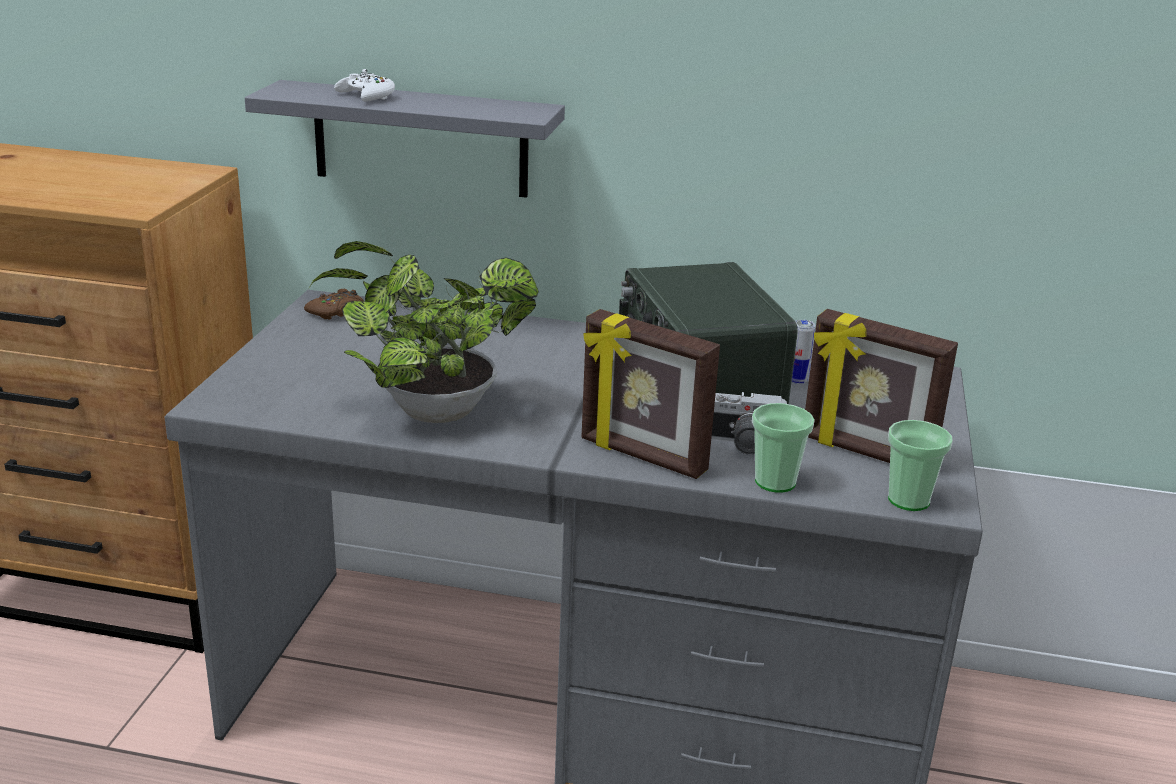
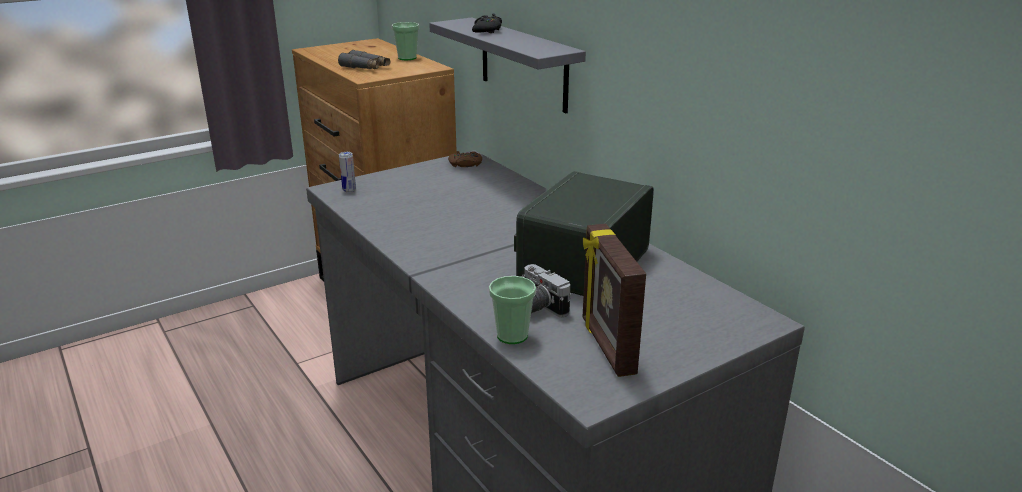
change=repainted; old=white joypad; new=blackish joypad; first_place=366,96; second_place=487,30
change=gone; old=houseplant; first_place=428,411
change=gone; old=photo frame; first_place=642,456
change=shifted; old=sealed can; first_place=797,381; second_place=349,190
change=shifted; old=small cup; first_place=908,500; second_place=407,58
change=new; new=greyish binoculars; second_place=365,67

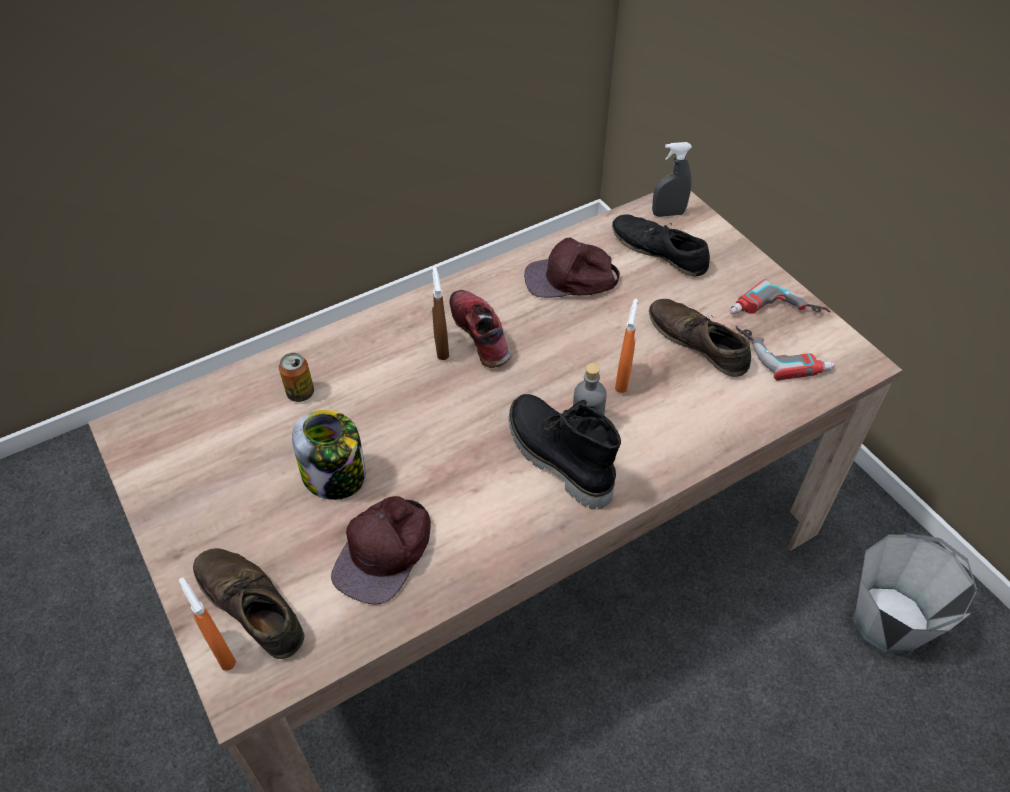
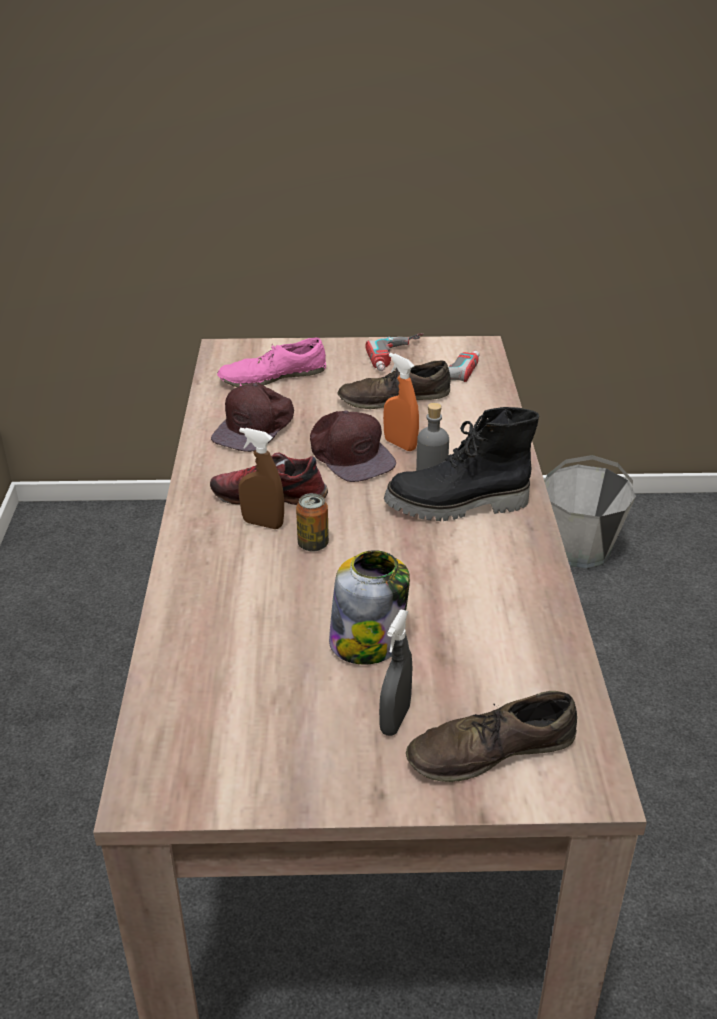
change=shifted; old=greyish spray bottle; first_place=668,213; second_place=395,720
change=repainted; old=blackish shoe; new=pink-coloured shoe; first_place=659,251; second_place=272,376
change=shifted; old=sealed can; first_place=300,393; second_place=313,544
change=shifted; old=brown baseball cap; first_place=385,552; second_place=350,455
change=gone; old=orangey spray bottle; first_place=221,652

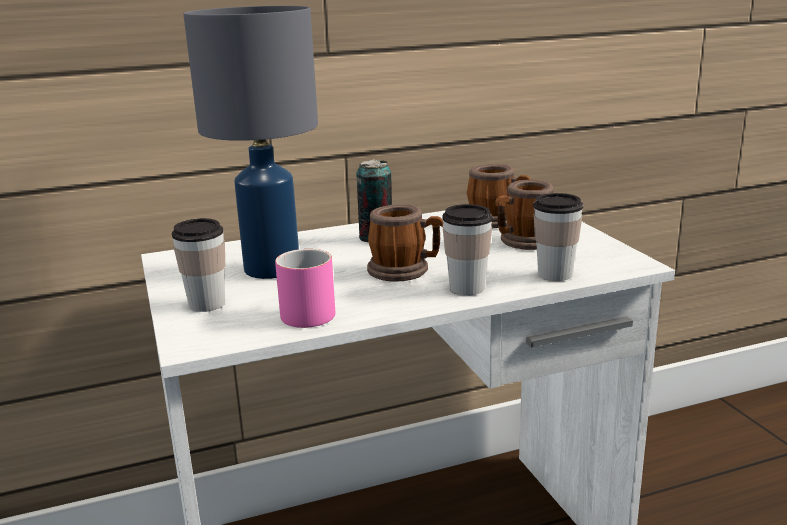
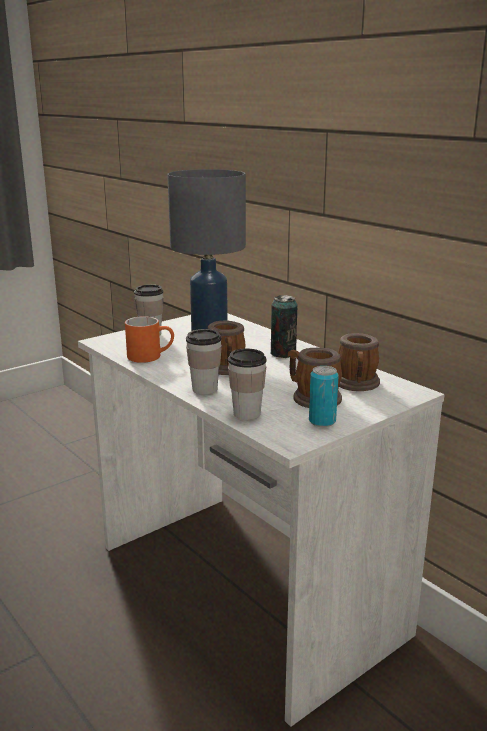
change=repainted; old=pink-coloured mug; new=orangey mug; first_place=311,311; second_place=151,356
change=new; new=sealed can; second_place=322,421

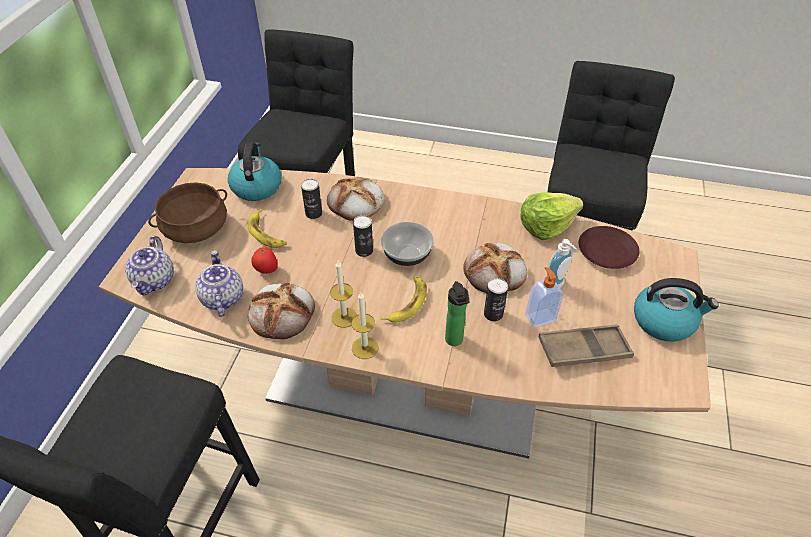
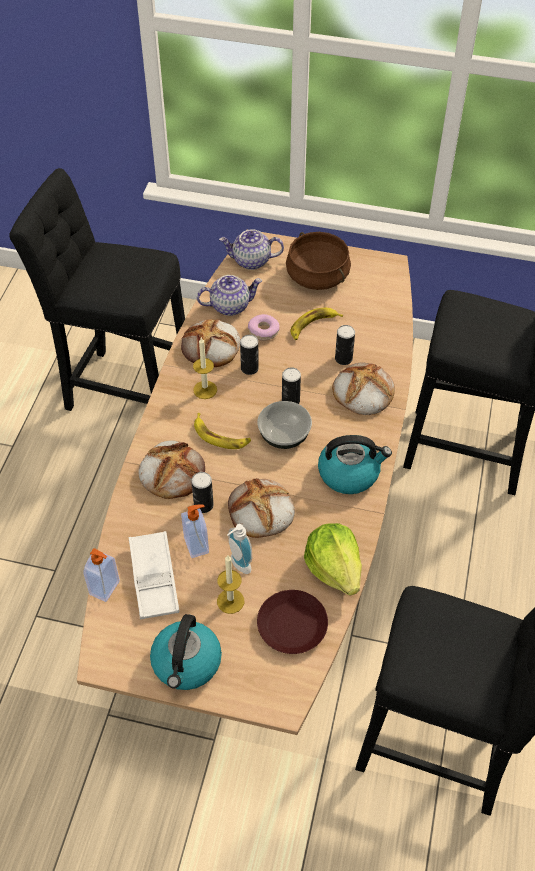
change=shifted; old=water kettle; first_place=256,186; second_place=349,473
change=swapped; old=whole tomato; new=donut; first_place=266,270; second_place=263,331
change=swapped; old=beverage bottle; new=bakery bread; first_place=454,341; second_place=171,472
change=shifted; old=candle; first_place=365,348; second_place=230,601
change=repainted; old=brown carrying tray; new=white carrying tray; first_place=584,350; second_place=154,578
change=new; new=sealed can; second_place=249,368
change=new; new=soap bottle; second_place=105,588

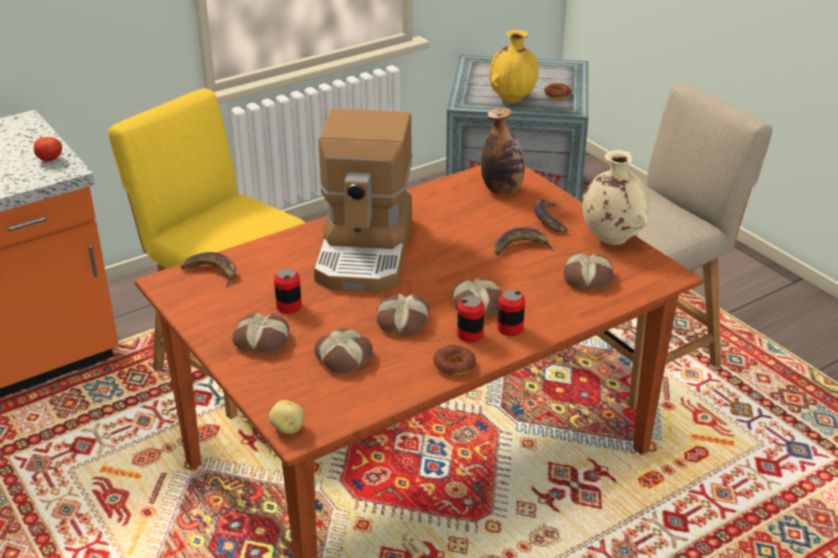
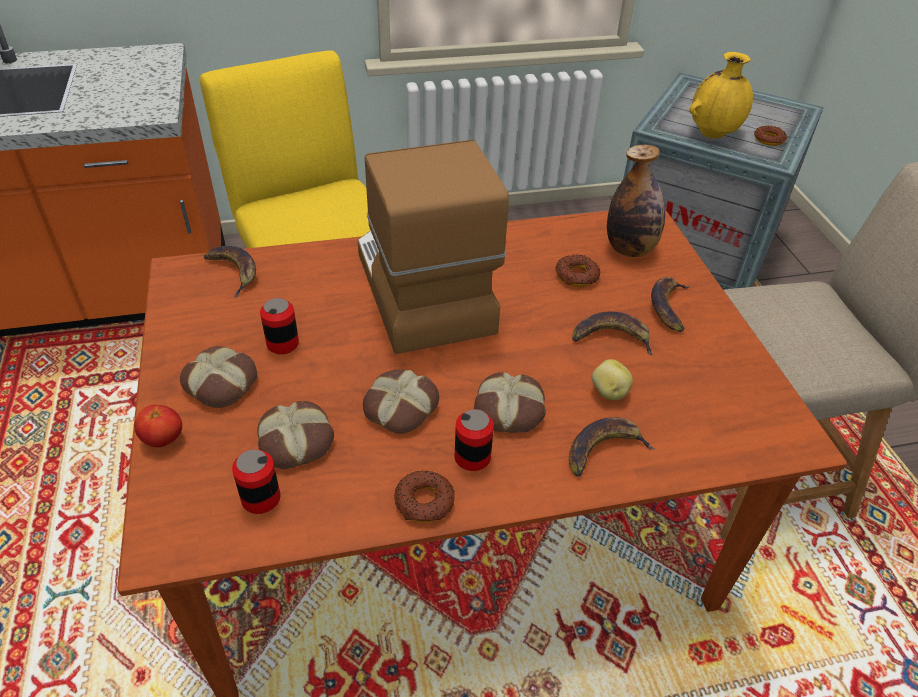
change=rotated; old=coffee brewer; first_place=367,250; second_place=420,290; degrees=135
change=shifted; old=whole tomato; first_place=50,159; second_place=163,439
change=gone; old=beige vase; first_place=611,238
change=gone; old=bakery bread; first_place=588,277
change=shifted; old=sealed can; first_place=510,328; second_place=261,498
change=shifted; old=spud; first_place=287,429; second_place=608,392
change=new; new=donut; second_place=577,275
change=new; new=banana; second_place=603,450

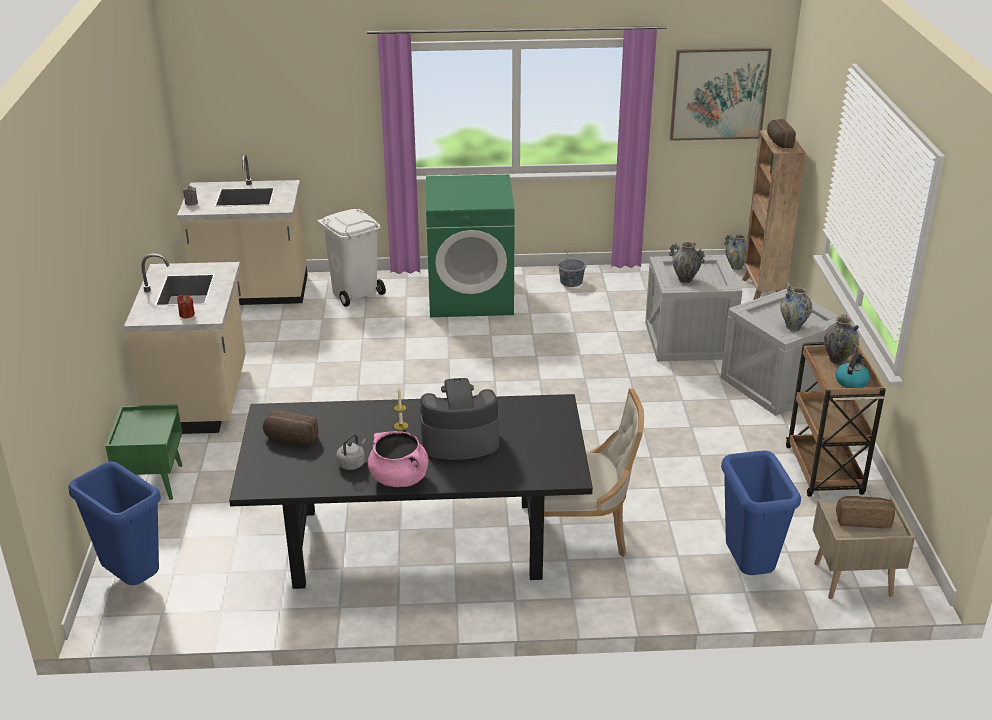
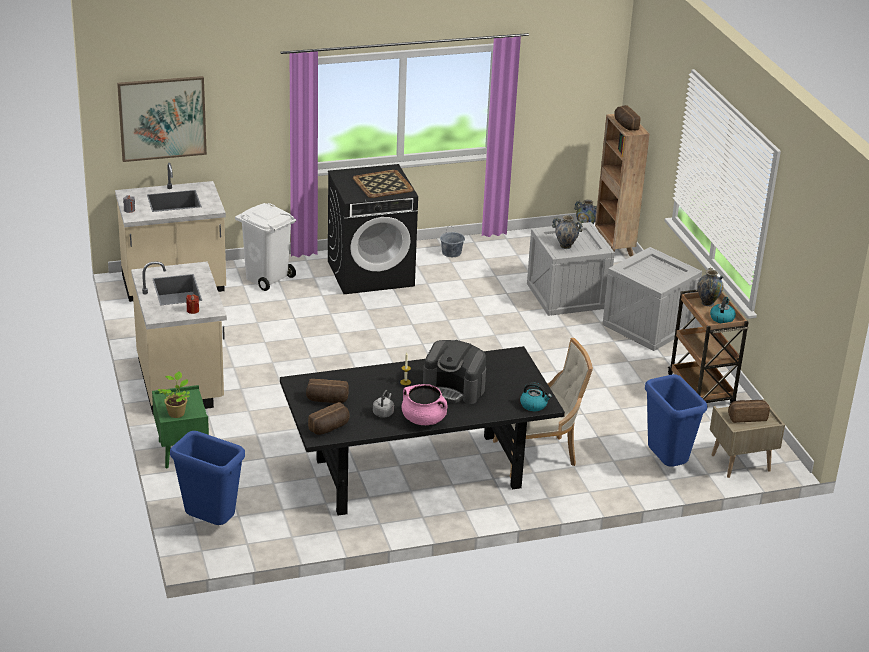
change=shifted; old=wall picture; first_place=719,94; second_place=162,118
change=repainted; old=green-coloured laundry machine; new=blackish laundry machine; first_place=471,297; second_place=371,273
change=gone; old=vase; first_place=793,327
change=rotated; old=coffee brewer; first_place=459,440; second_place=454,388; degrees=-135
change=new; new=carrying tray; second_place=382,184
change=new; new=houseplant; second_place=176,412
change=new; new=water kettle; second_place=534,405
change=new; new=bakery bread; second_place=330,428

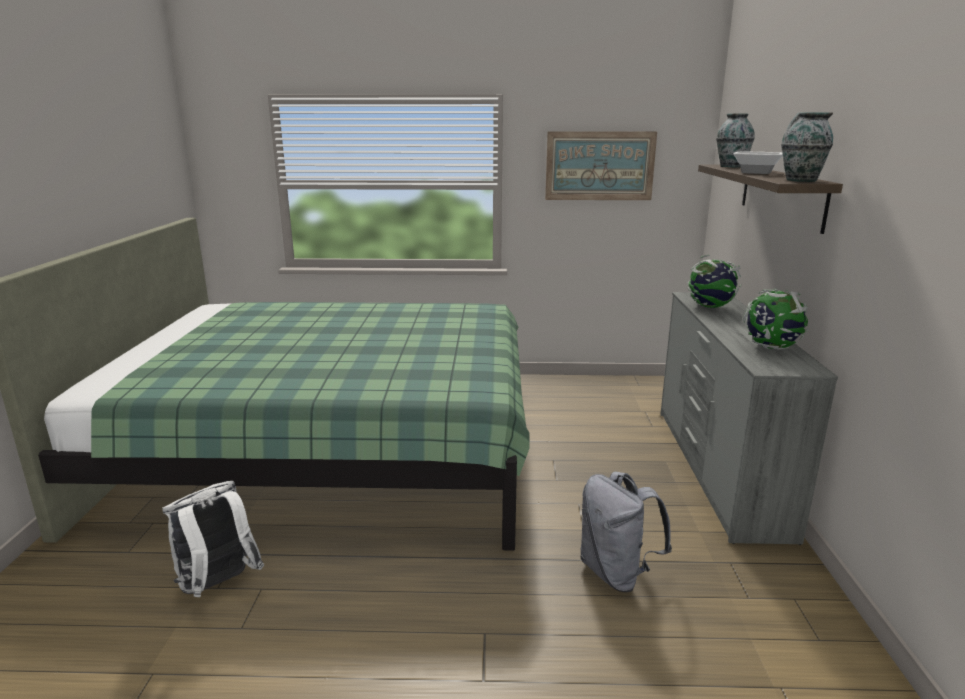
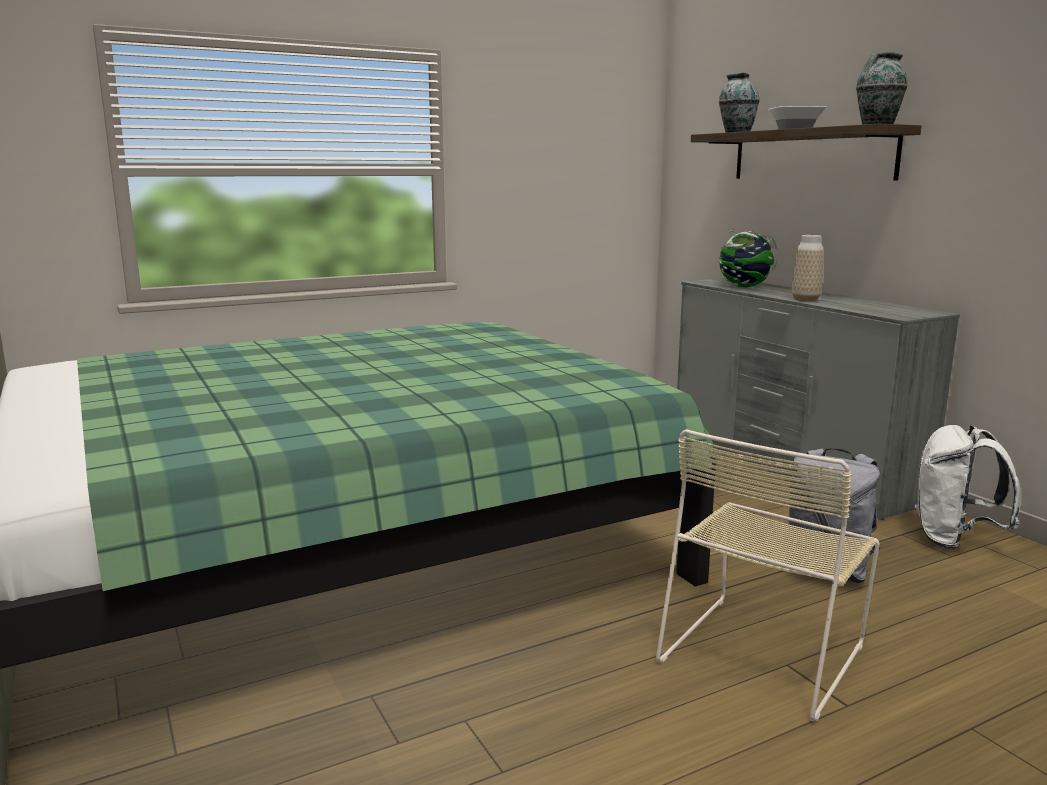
change=gone; old=wall picture; first_place=599,166
change=gone; old=world globe; first_place=771,347
change=shifted; old=white rucksack; first_place=218,586; second_place=954,540
change=new; new=vase; second_place=805,299
change=new; new=beige upright chair; second_place=764,650

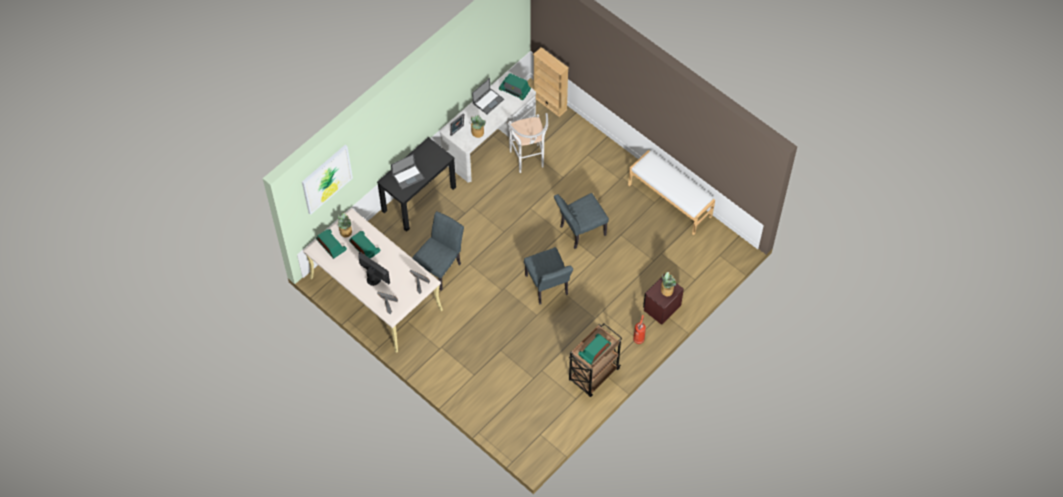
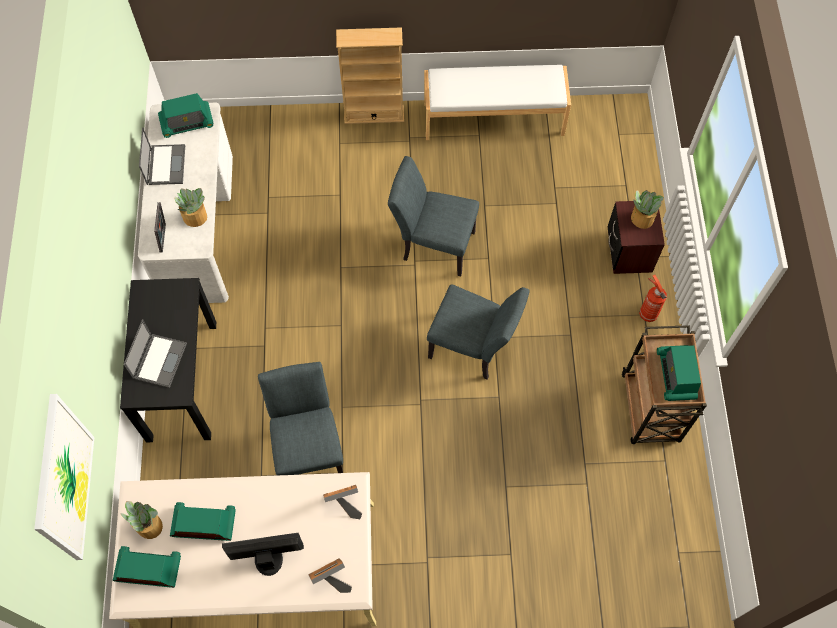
change=shifted; old=beige bookcase; first_place=550,103; second_place=374,114
change=gone; old=white stool; first_place=528,162
change=rotated; old=greyish upright chair; first_place=579,232; second_place=433,244; degrees=90

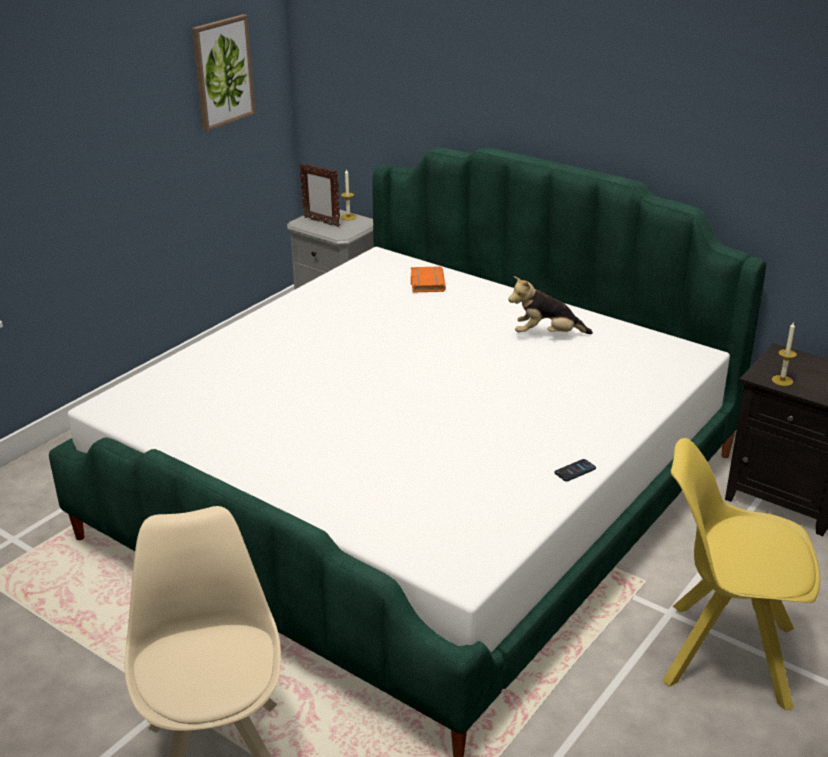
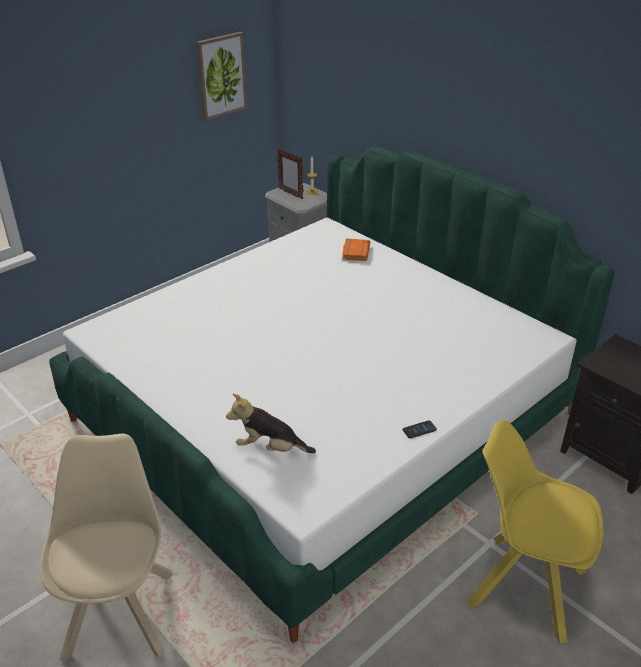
change=shifted; old=cuddly toy; first_place=546,335; second_place=270,448
change=gone; old=candle; first_place=782,380

